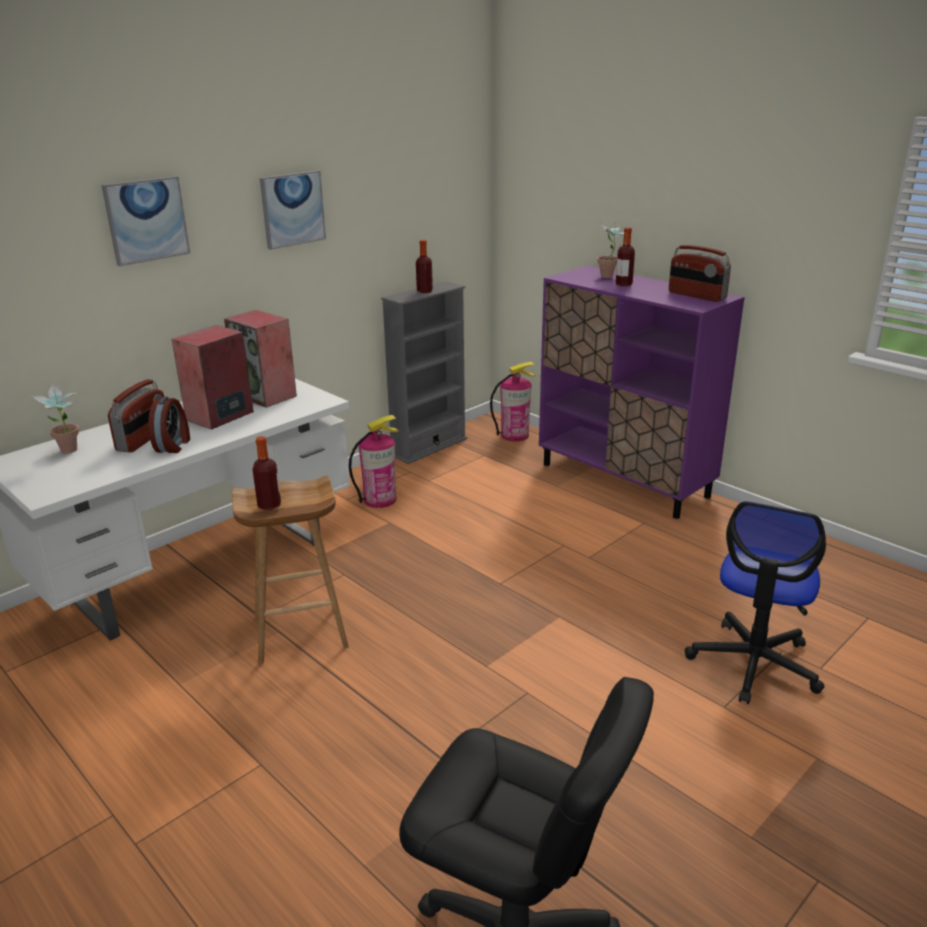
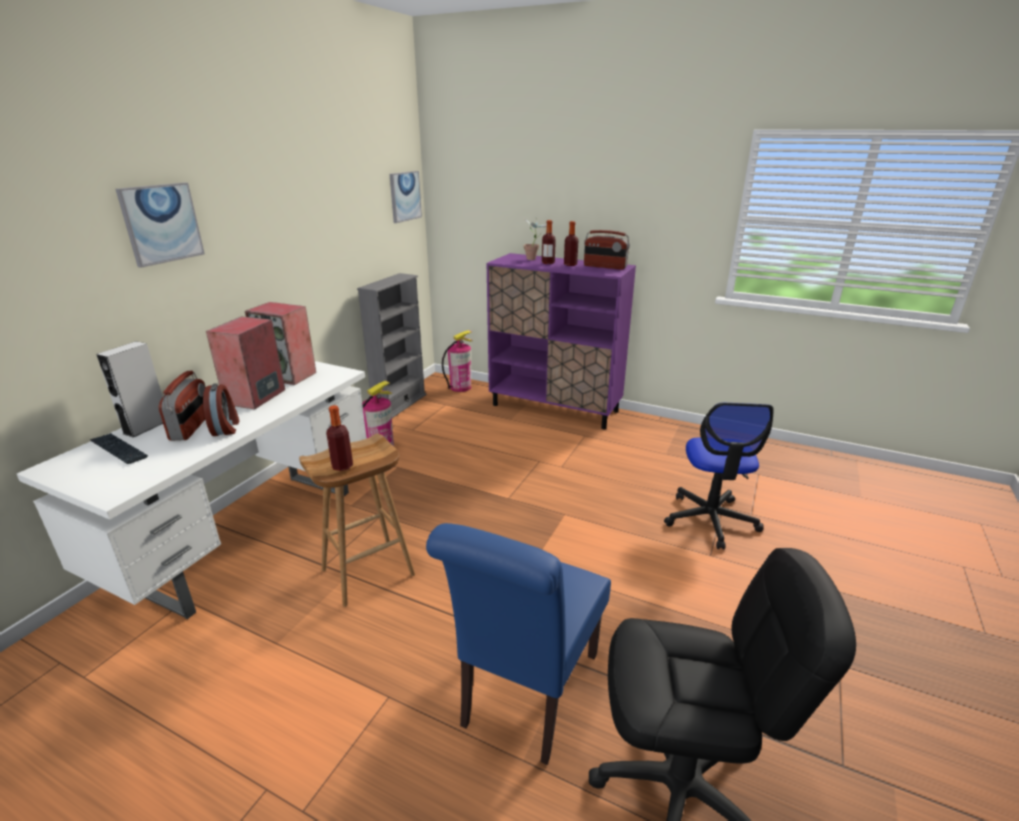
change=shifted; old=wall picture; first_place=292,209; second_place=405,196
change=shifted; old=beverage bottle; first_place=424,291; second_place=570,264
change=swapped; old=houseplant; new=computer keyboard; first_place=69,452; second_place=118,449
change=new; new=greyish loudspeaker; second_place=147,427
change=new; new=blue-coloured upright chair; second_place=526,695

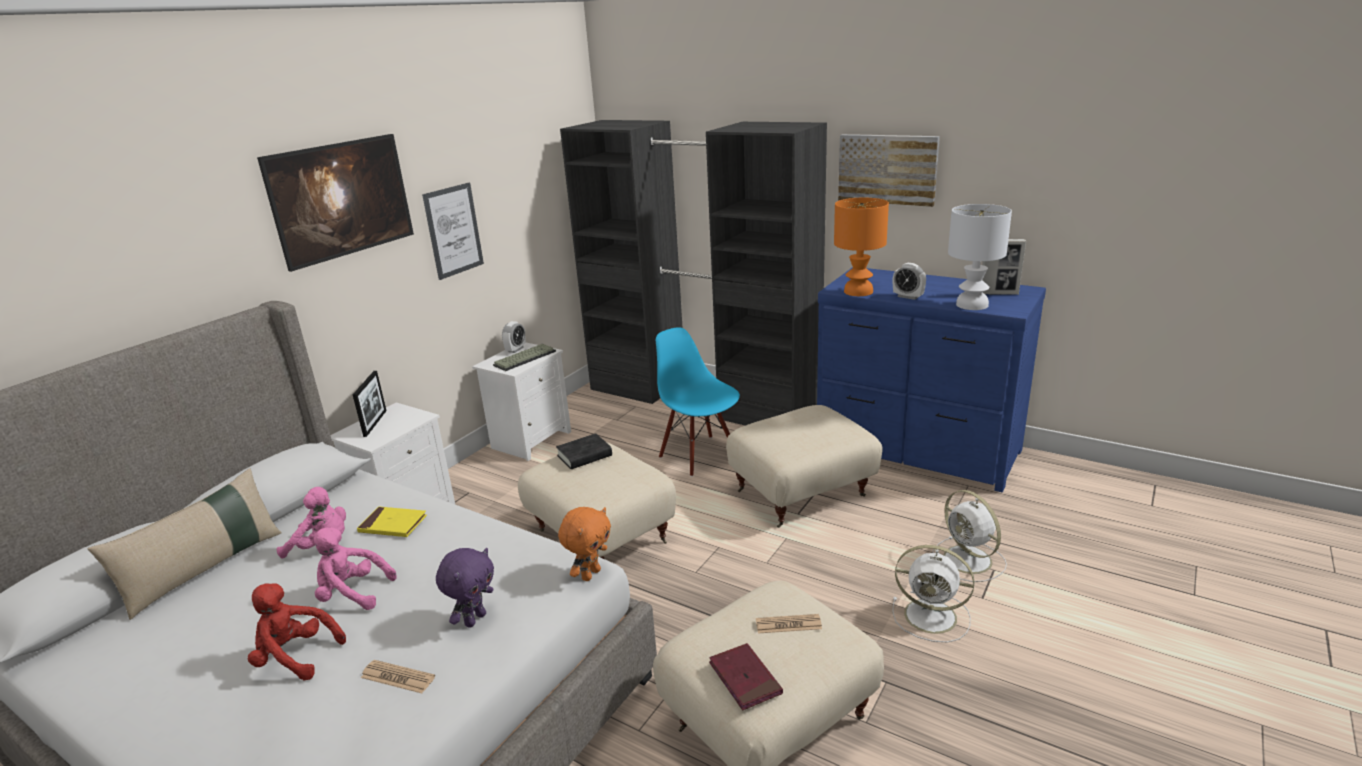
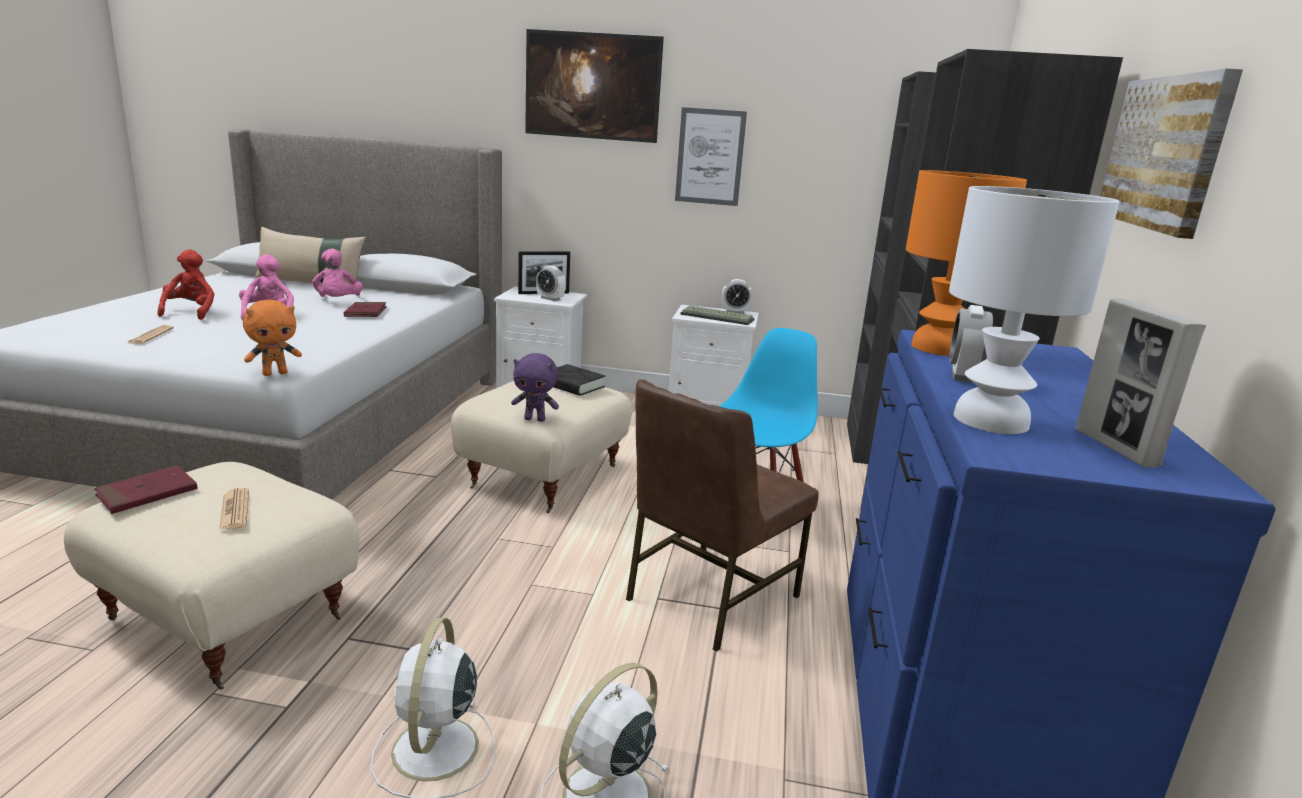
change=swapped; old=beige ottoman; new=brown upright chair; first_place=802,495; second_place=709,597
change=repainted; old=yellow-coloured bound book; new=red bound book; first_place=393,525; second_place=366,312
change=rotated; old=orangey cuddly toy; first_place=590,574; second_place=275,373; degrees=-45
change=shifted; old=purple-coloured cuddly toy; first_place=475,619; second_place=535,419
change=new; new=bedside clock; second_place=550,299

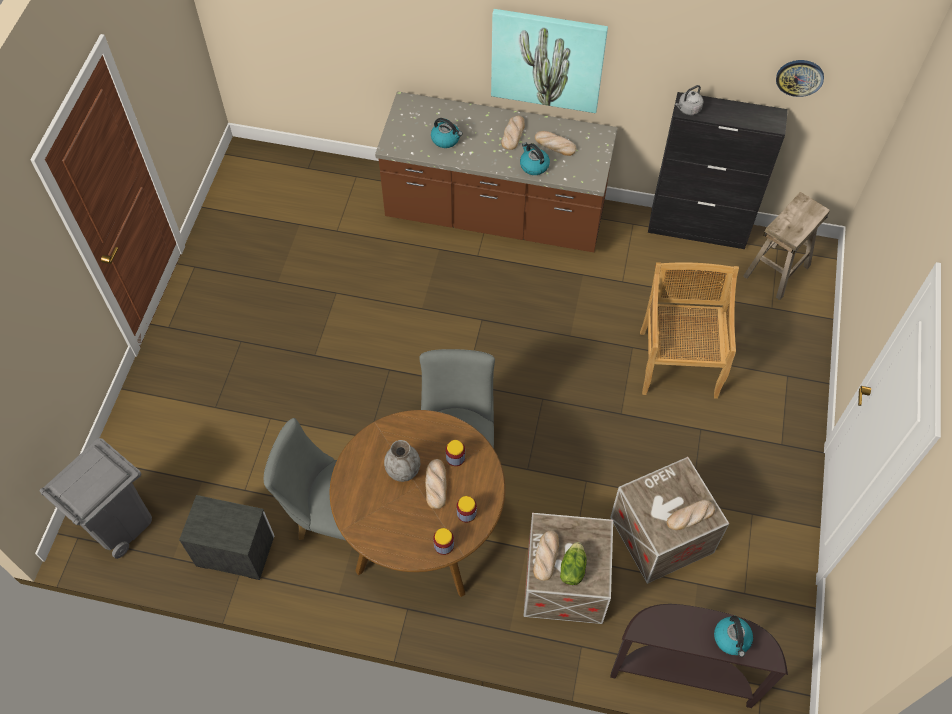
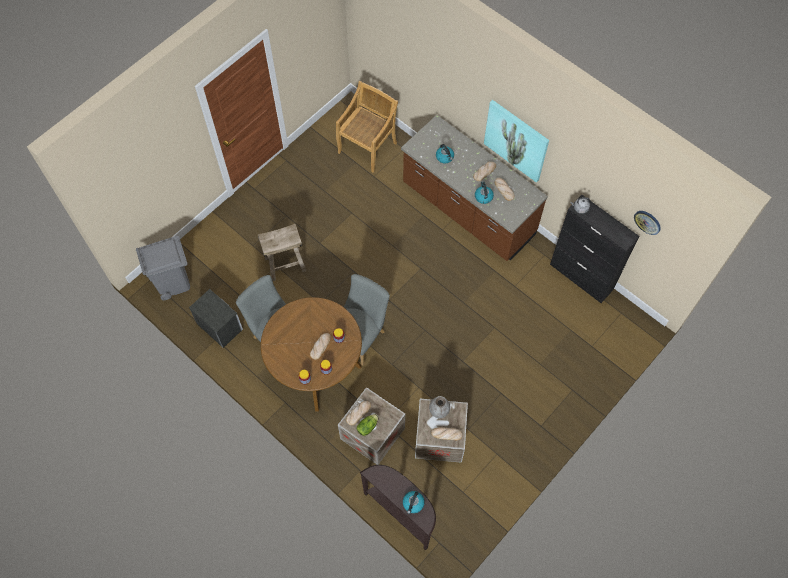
change=shifted; old=beige stool; first_place=777,271; second_place=285,264
change=shifted; old=beige upright chair; first_place=678,362; second_place=368,147
change=shifted; old=greyish vase; first_place=403,470; second_place=439,410

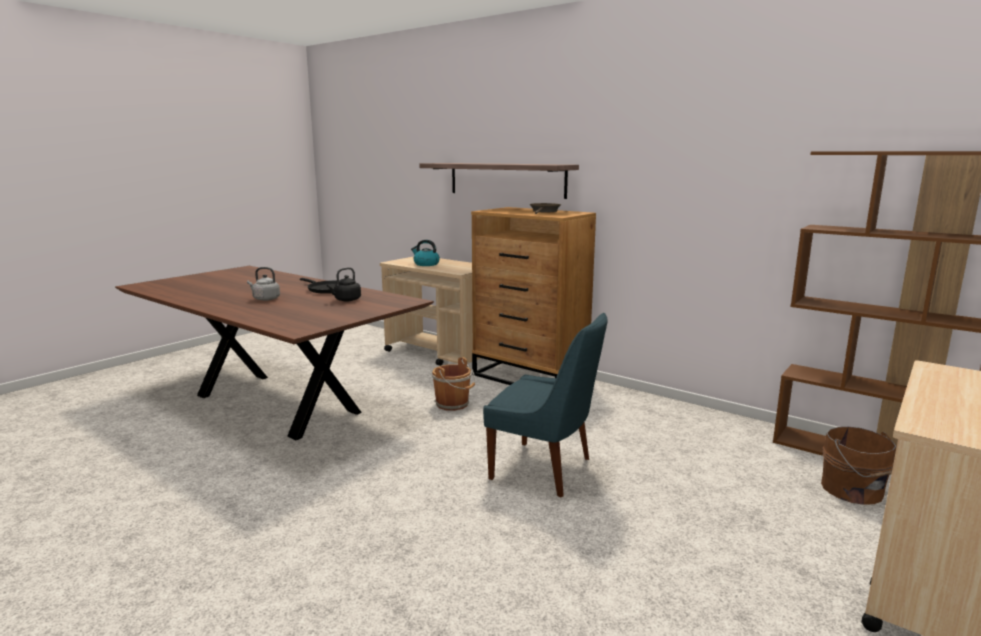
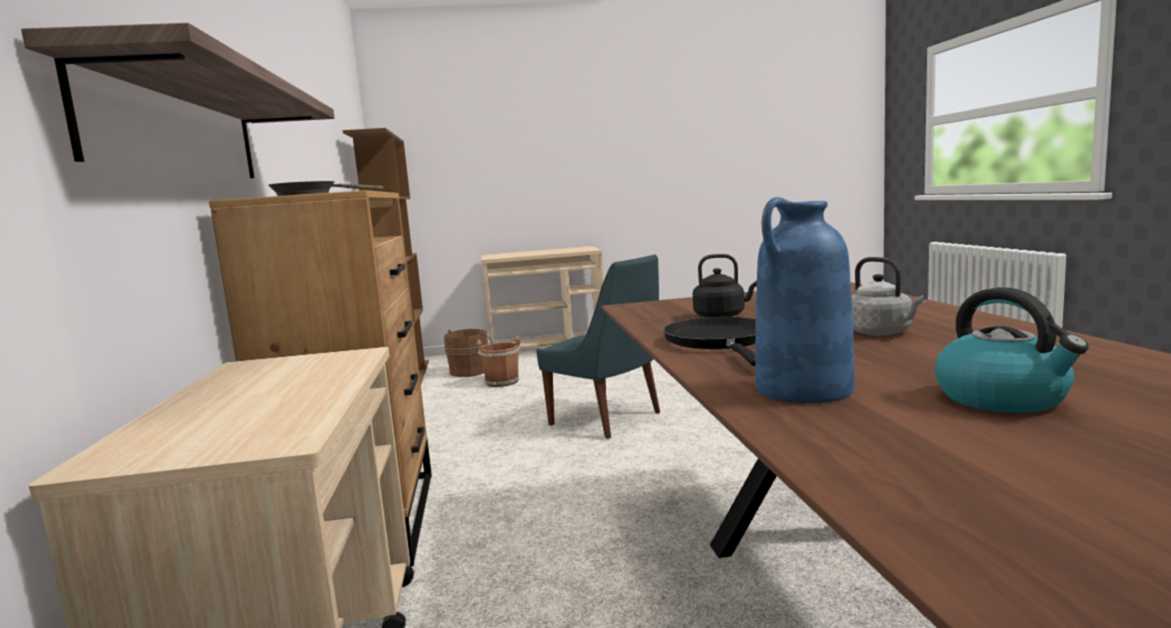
change=shifted; old=water kettle; first_place=426,264; second_place=1003,399
change=rotated; old=blue-coloured upright chair; first_place=545,469; second_place=609,419; degrees=150
change=shifted; old=brown pail; first_place=454,404; second_place=501,381
change=new; new=blue-coloured vase; second_place=803,390

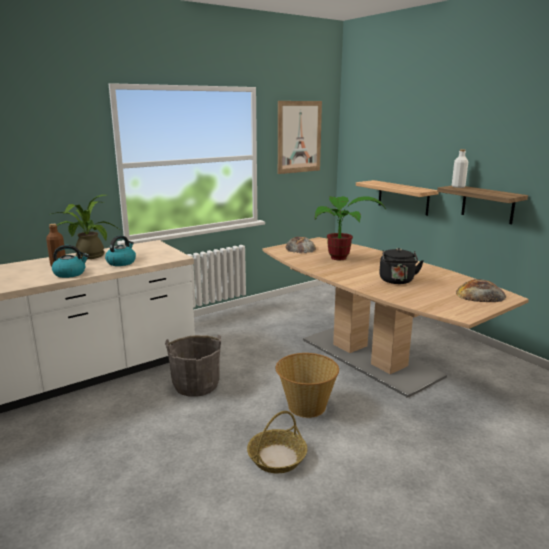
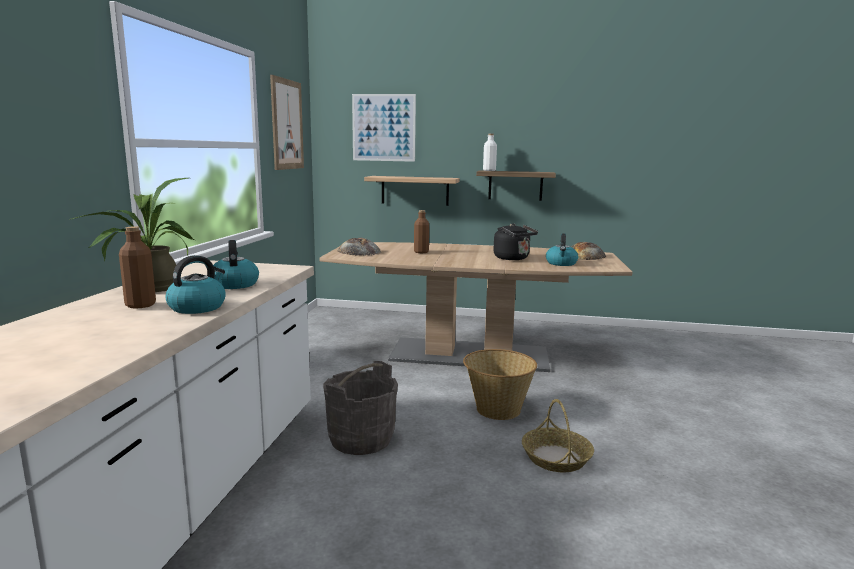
change=swapped; old=houseplant; new=brown beverage bottle; first_place=342,258; second_place=421,252
change=new; new=wall picture; second_place=383,127
change=new; new=water kettle; second_place=561,263

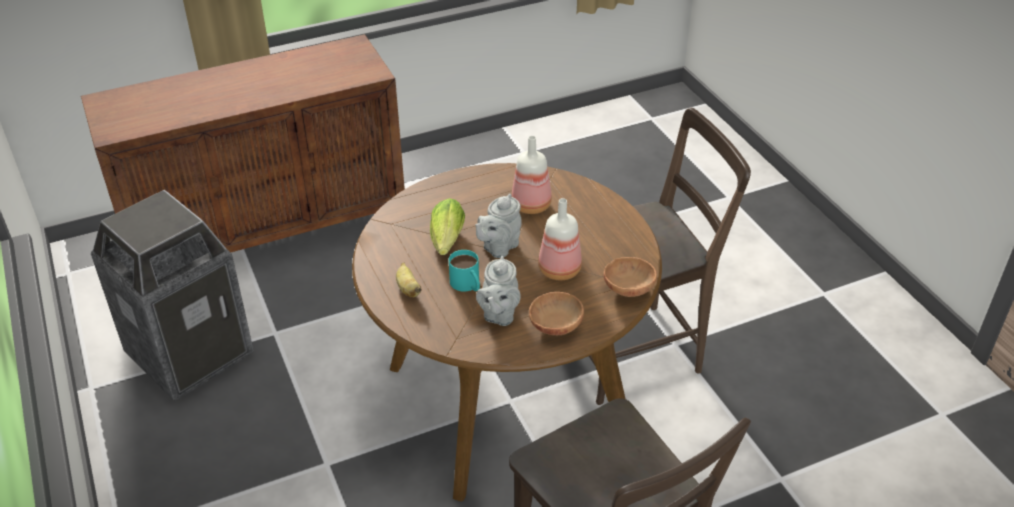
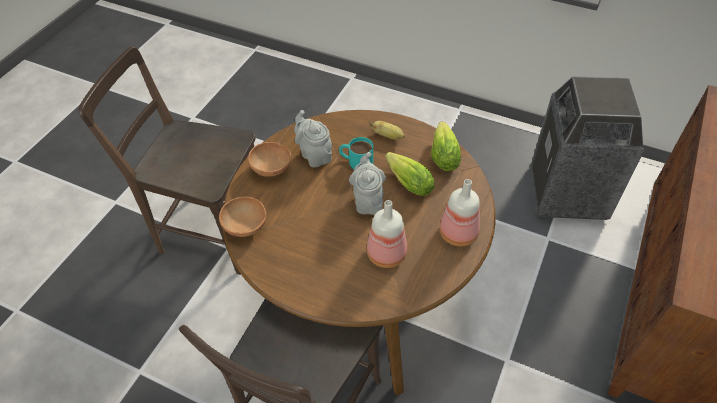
change=shifted; old=beverage bottle; first_place=558,270; second_place=458,233
change=new; new=lettuce; second_place=443,154

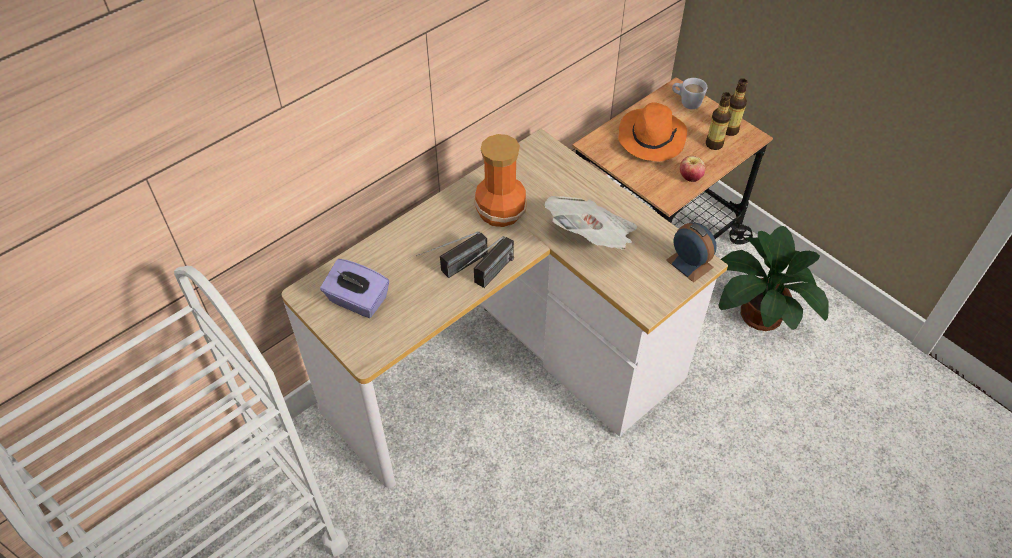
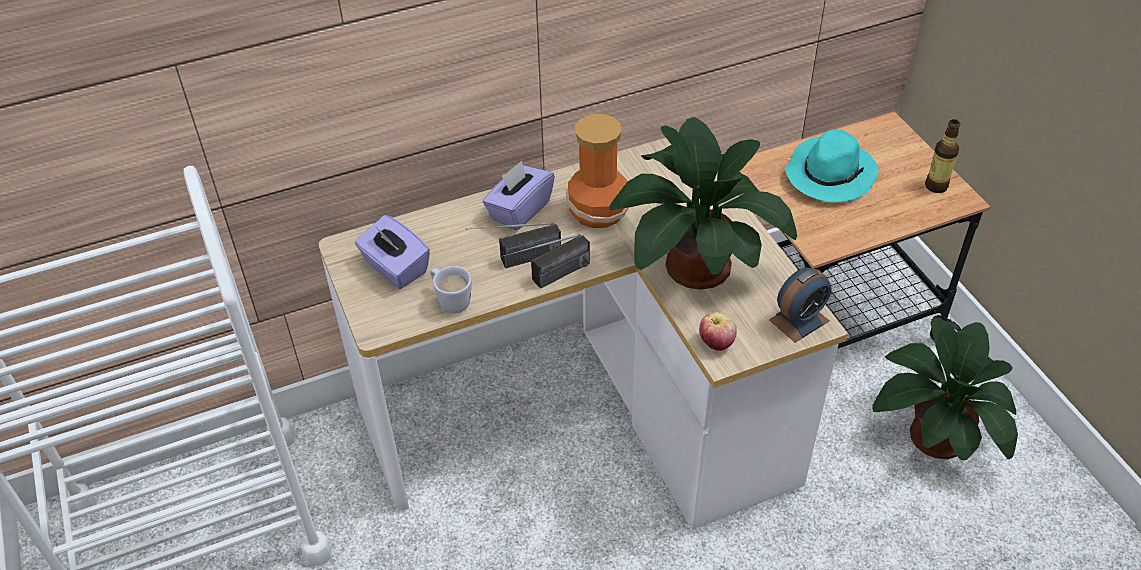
change=shifted; old=white mug; first_place=686,102; second_place=450,300
change=gone; old=beverage bottle; first_place=714,144
change=repainted; old=orangey clothing hat; new=blue-green clothing hat; first_place=651,138; second_place=830,174
change=shifted; old=apple fruit; first_place=690,177; second_place=716,343
change=swapped; old=newspaper; new=houseplant; first_place=592,238; second_place=692,264
change=rotated; old=bedside clock; first_place=689,263; second_place=799,320; degrees=75
change=new; new=purple-coloured tissue holder; second_place=519,210

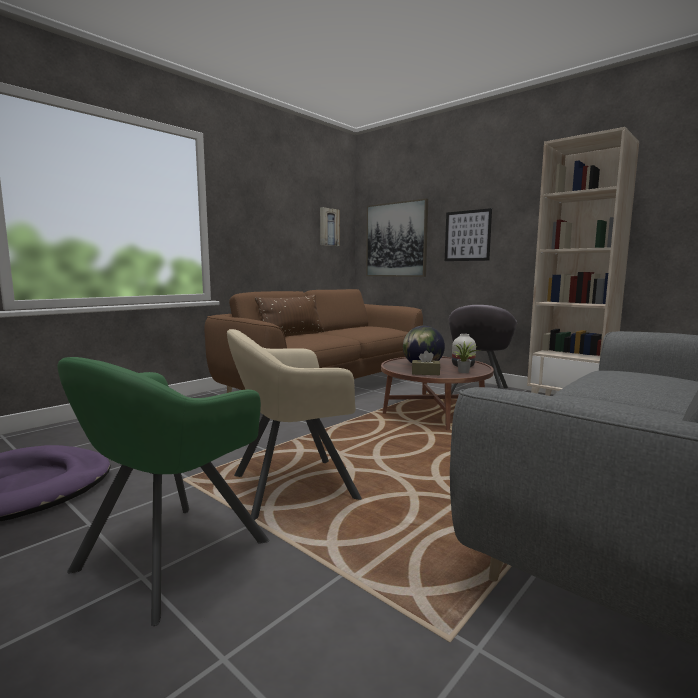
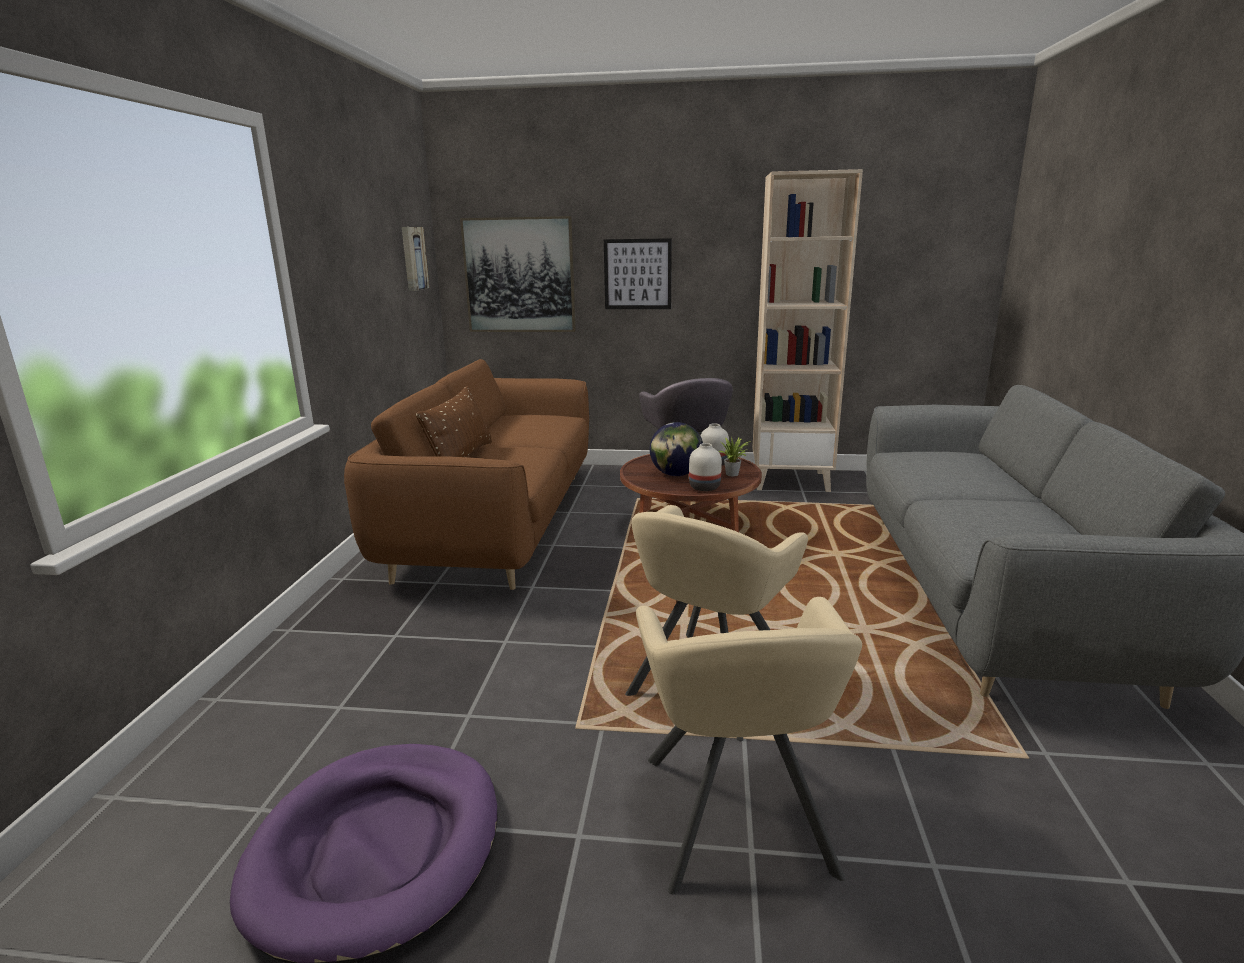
change=swapped; old=brown tissue holder; new=white vase; first_place=425,373; second_place=704,487
change=repainted; old=green-coloured lounge chair; new=beige lounge chair; first_place=171,555; second_place=735,814

